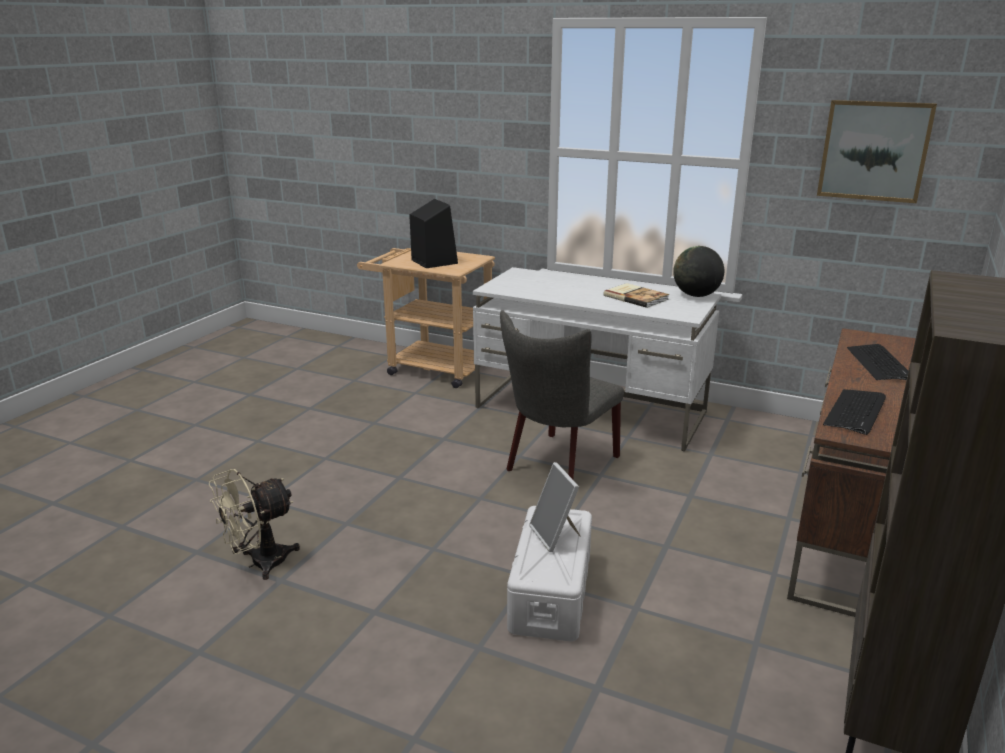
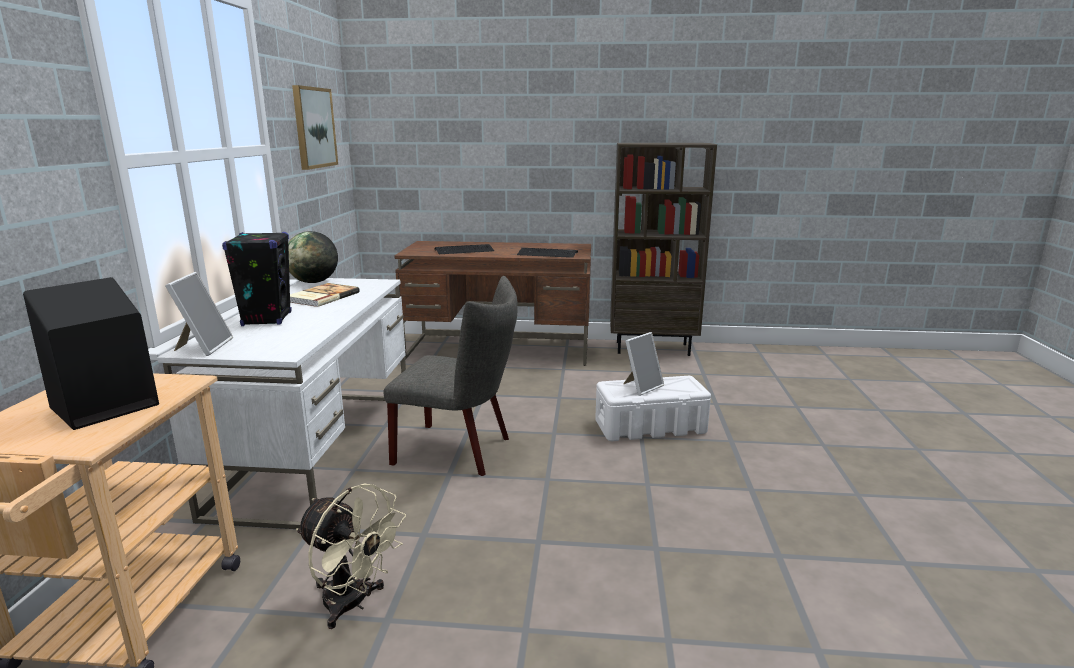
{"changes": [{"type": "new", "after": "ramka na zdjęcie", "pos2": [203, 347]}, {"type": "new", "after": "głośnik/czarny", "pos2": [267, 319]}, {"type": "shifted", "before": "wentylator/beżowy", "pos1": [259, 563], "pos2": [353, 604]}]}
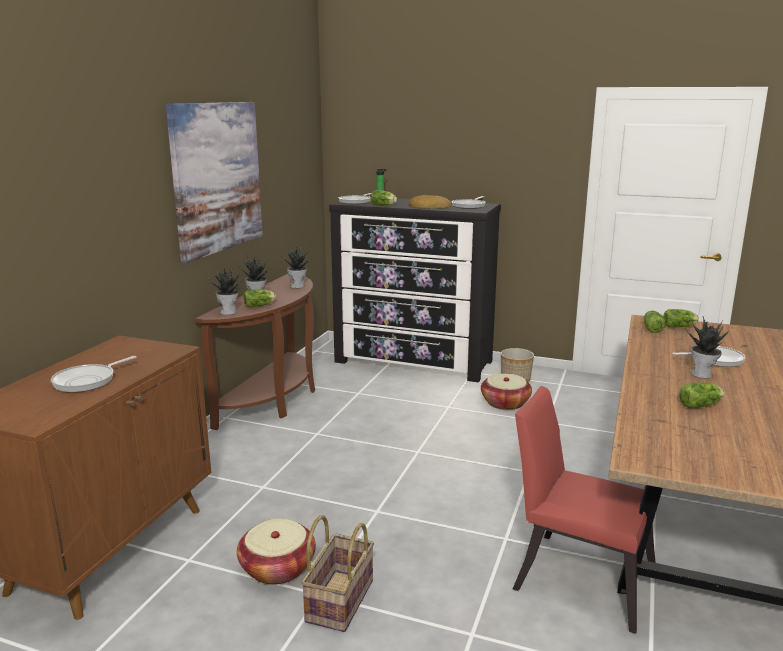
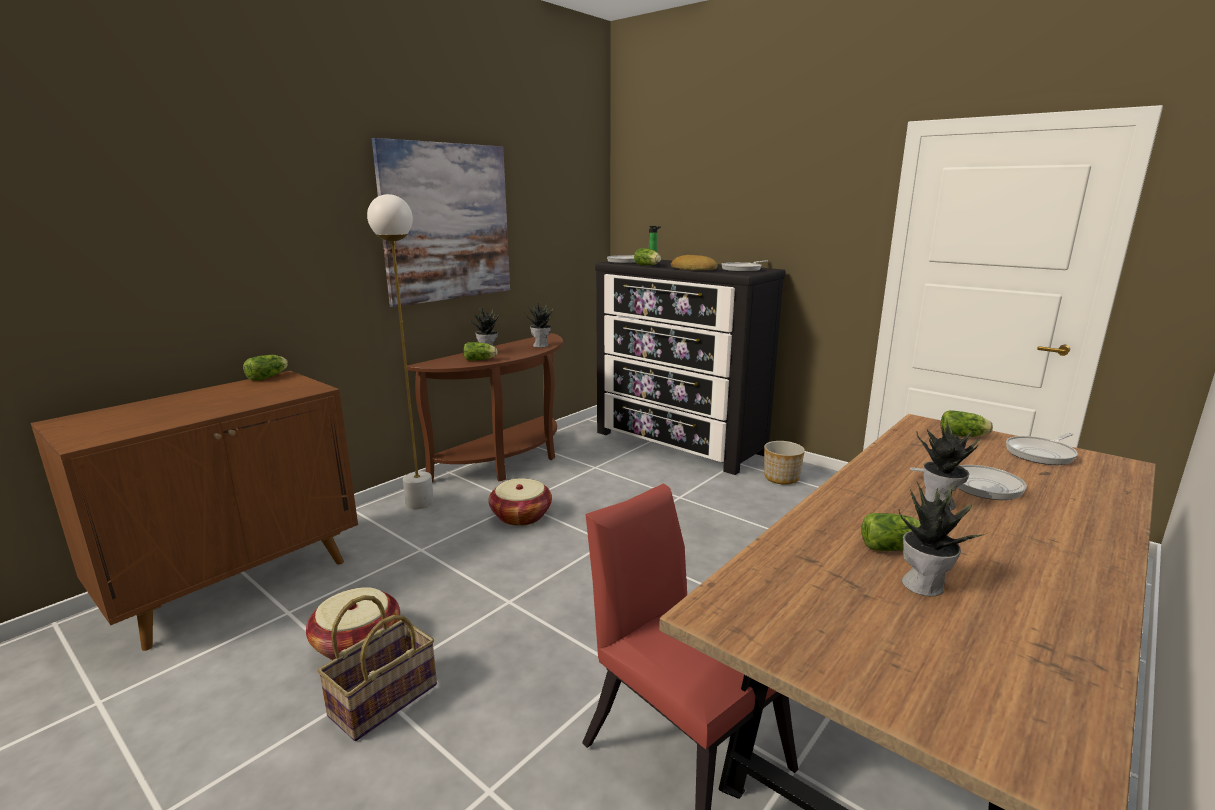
{"changes": [{"type": "new", "after": "lampa stojąca/biały", "pos2": [420, 503]}, {"type": "shifted", "before": "patelnia", "pos1": [88, 381], "pos2": [1042, 454]}, {"type": "shifted", "before": "roślina doniczkowa", "pos1": [229, 312], "pos2": [924, 585]}, {"type": "shifted", "before": "koszyk", "pos1": [505, 403], "pos2": [521, 516]}, {"type": "shifted", "before": "sałata", "pos1": [652, 328], "pos2": [269, 377]}]}
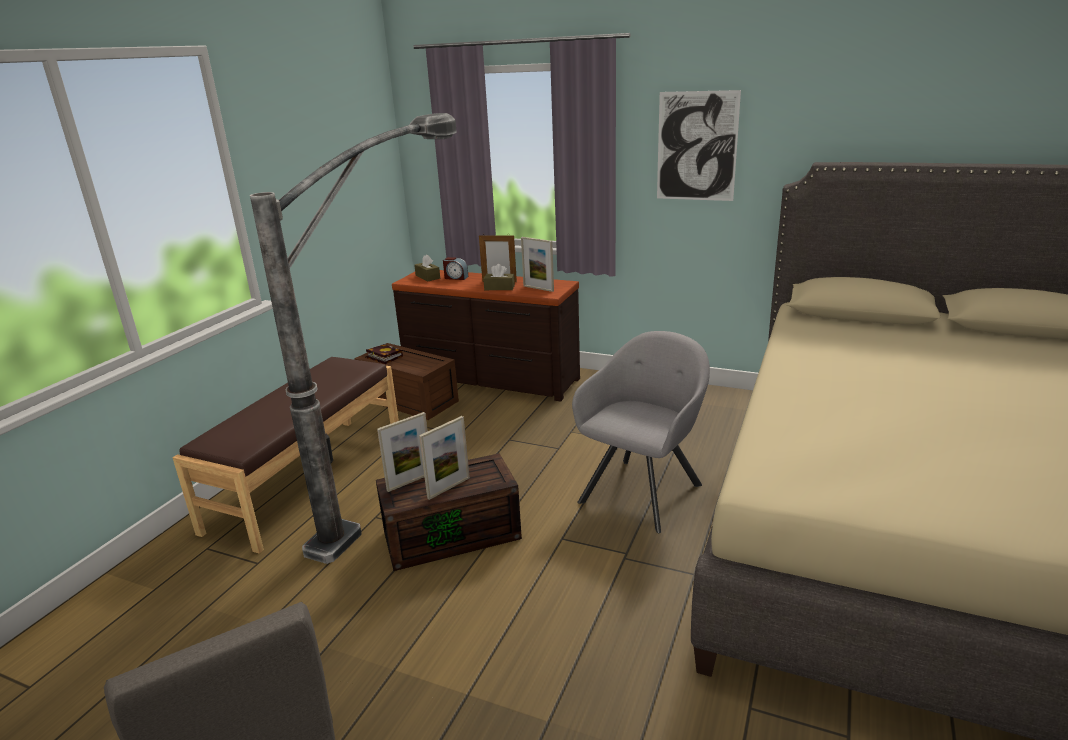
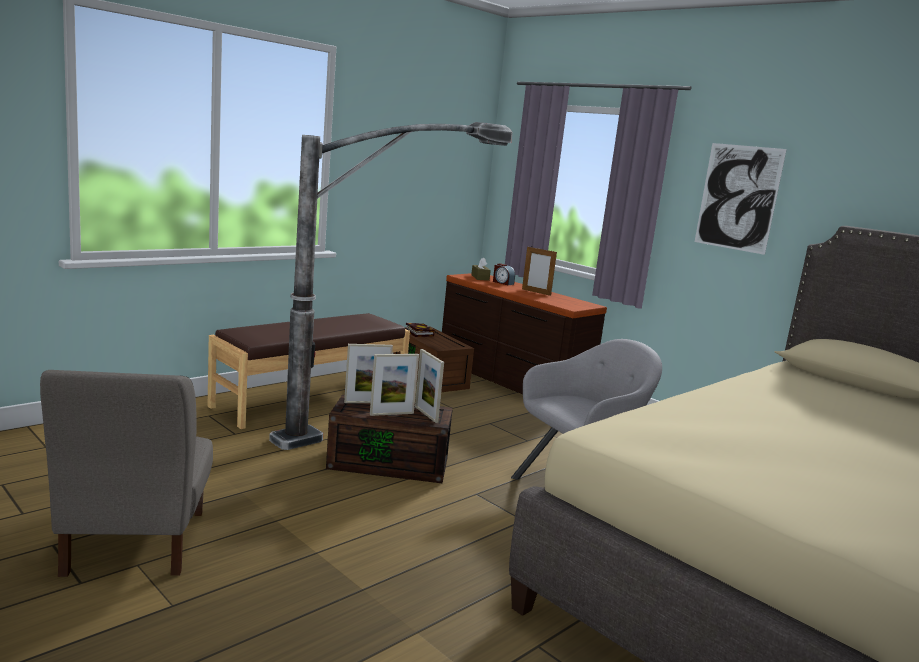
{"changes": [{"type": "gone", "before": "pudełko chusteczek/brązowy", "pos1": [499, 288]}, {"type": "shifted", "before": "ramka na zdjęcie", "pos1": [538, 288], "pos2": [426, 414]}]}
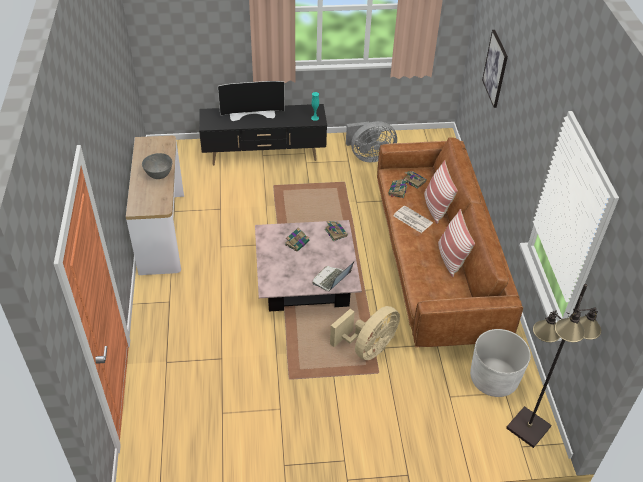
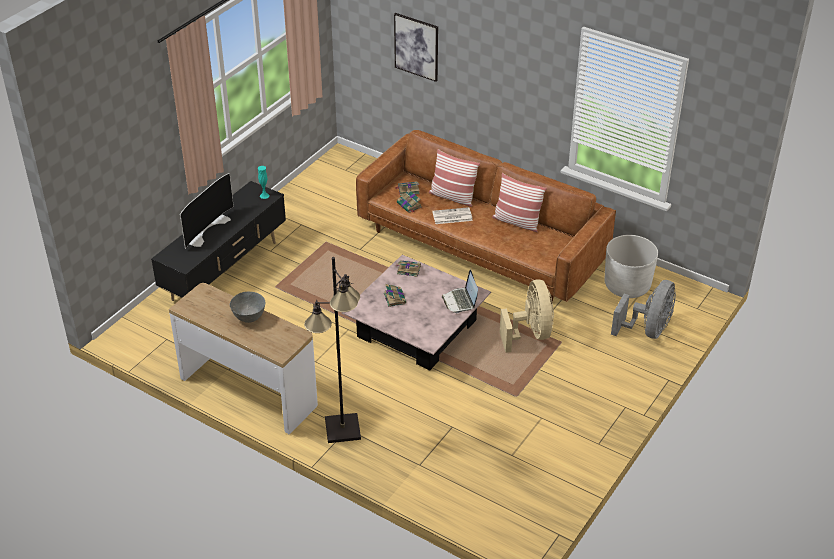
{"changes": [{"type": "shifted", "before": "wentylator/szary", "pos1": [369, 156], "pos2": [648, 330]}, {"type": "shifted", "before": "lampa stojąca/czarny", "pos1": [527, 427], "pos2": [342, 429]}]}
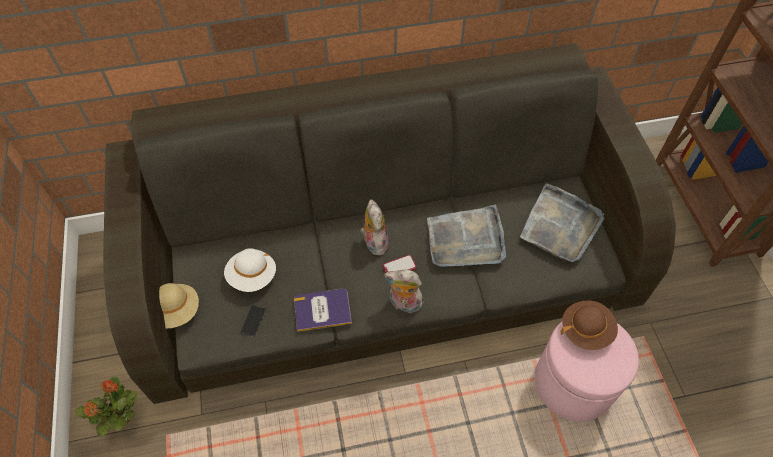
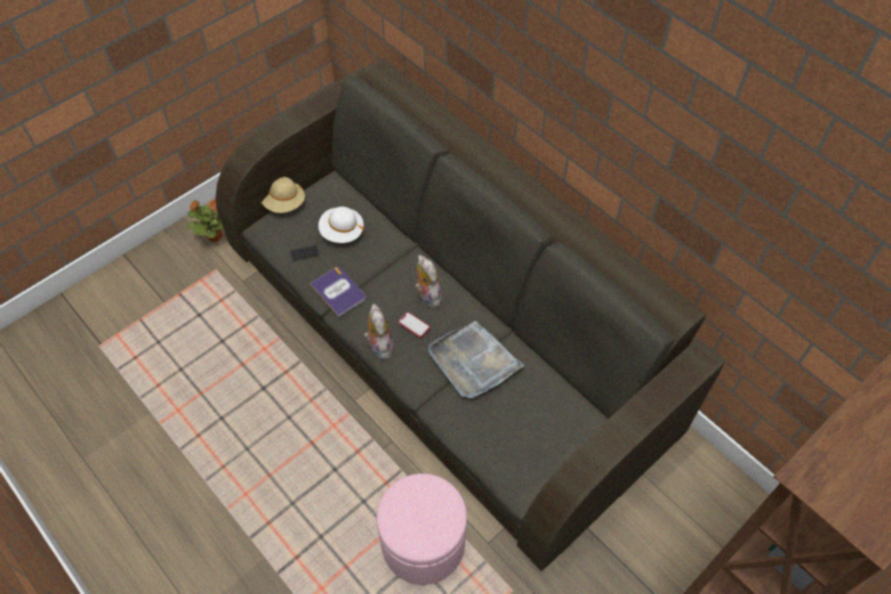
{"changes": [{"type": "gone", "before": "taca/szary", "pos1": [560, 226]}, {"type": "gone", "before": "kapelusz/brązowy", "pos1": [586, 330]}, {"type": "rotated", "before": "pluszak", "pos1": [374, 242], "pos2": [427, 295], "turn": -75}]}
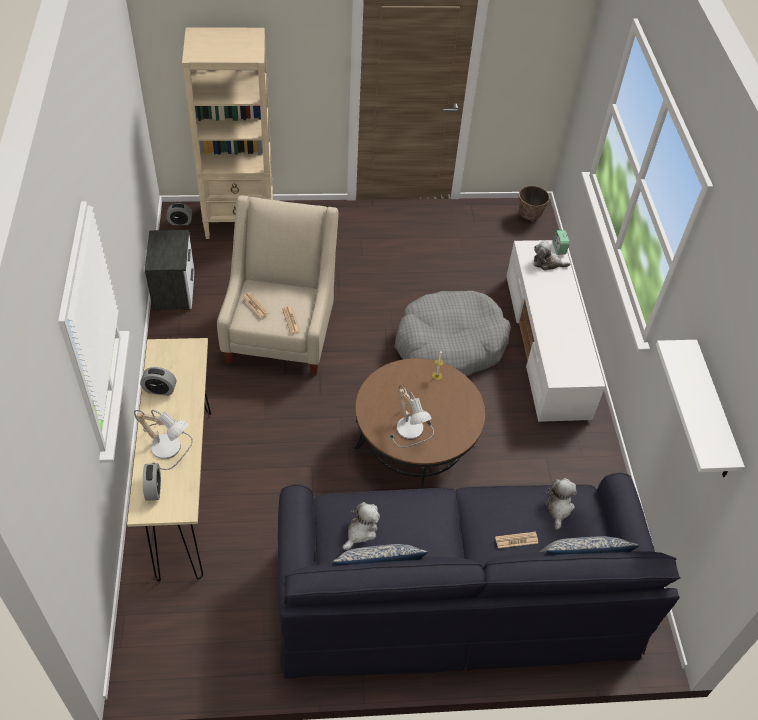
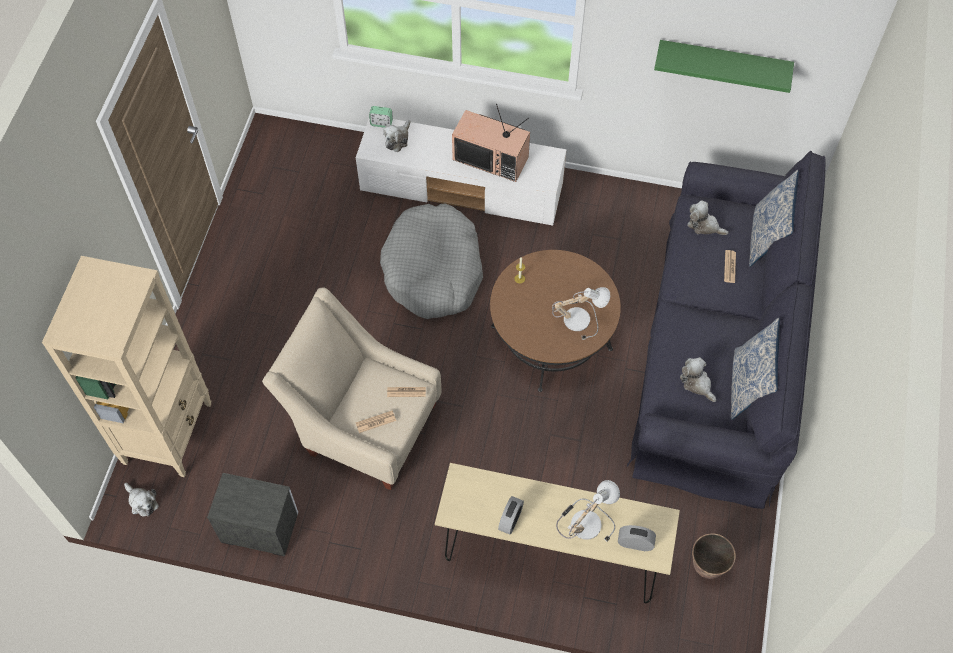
{"changes": [{"type": "new", "after": "telewizor", "pos2": [492, 158]}, {"type": "shifted", "before": "donica", "pos1": [529, 217], "pos2": [707, 566]}, {"type": "swapped", "before": "budzik", "after": "pluszak", "pos1": [180, 222], "pos2": [142, 502]}, {"type": "repainted", "before": "półka/biały", "after": "półka/zielony", "pos1": [712, 412], "pos2": [723, 62]}]}
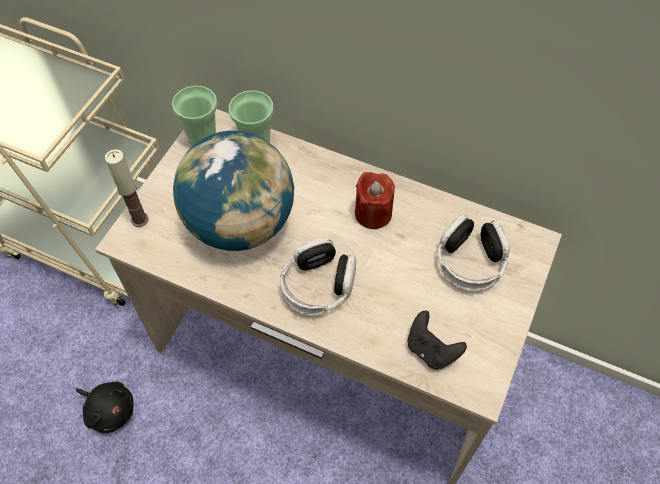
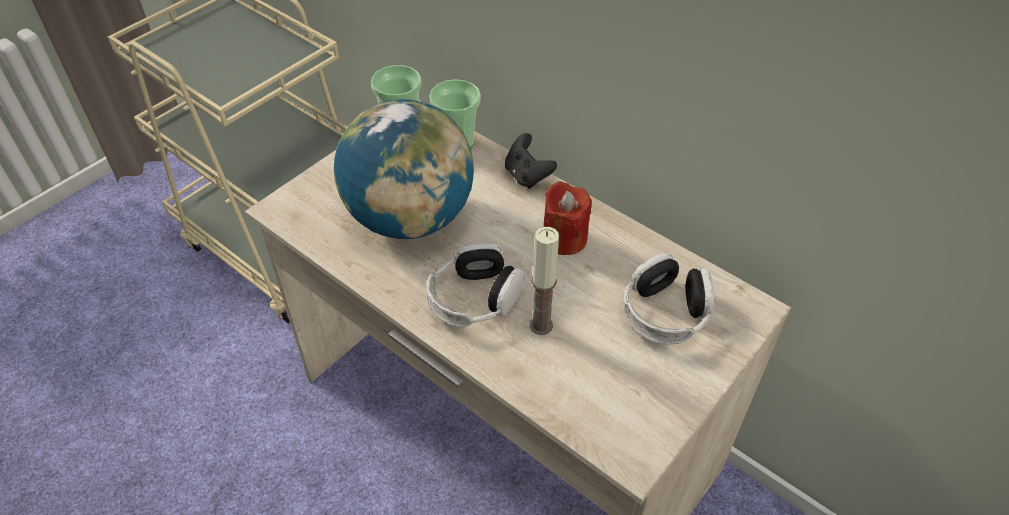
{"changes": [{"type": "gone", "before": "pluszak/czarny", "pos1": [109, 410]}, {"type": "shifted", "before": "świeca", "pos1": [139, 219], "pos2": [541, 325]}, {"type": "shifted", "before": "pad do gier/czarny", "pos1": [431, 350], "pos2": [527, 176]}]}
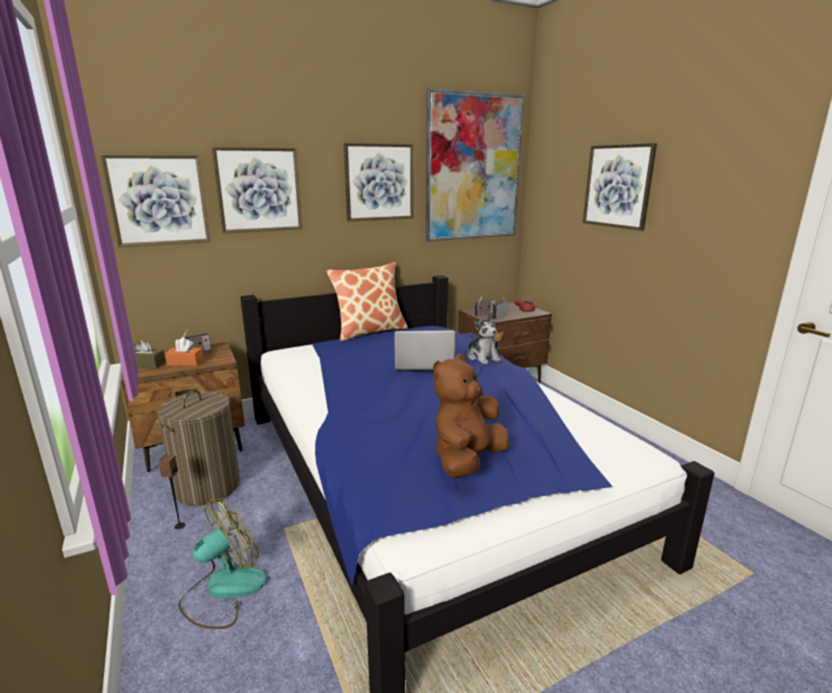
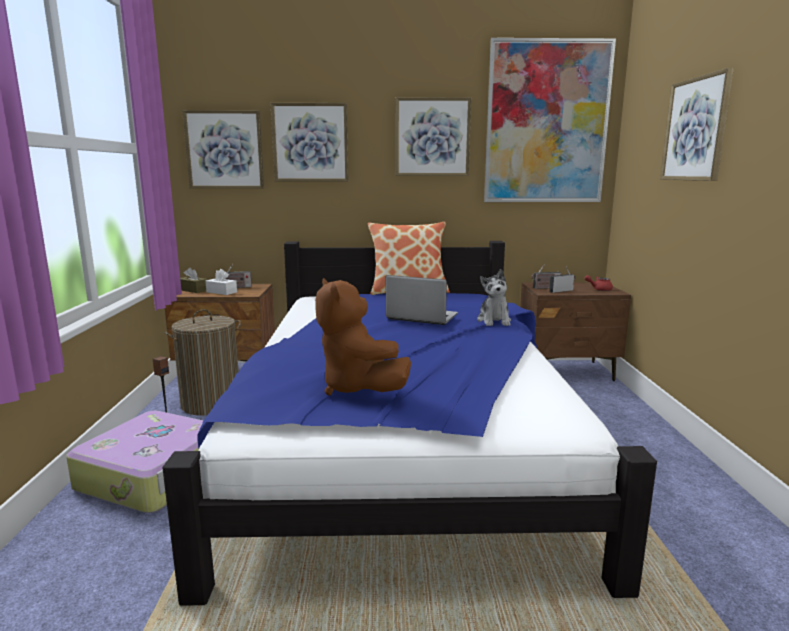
{"changes": [{"type": "swapped", "before": "wentylator", "after": "walizka", "pos1": [223, 590], "pos2": [156, 475]}, {"type": "repainted", "before": "pudełko chusteczek/pomarańczowy", "after": "pudełko chusteczek/biały", "pos1": [185, 362], "pos2": [221, 292]}, {"type": "rotated", "before": "pluszak/brązowy", "pos1": [467, 460], "pos2": [358, 388], "turn": -90}]}
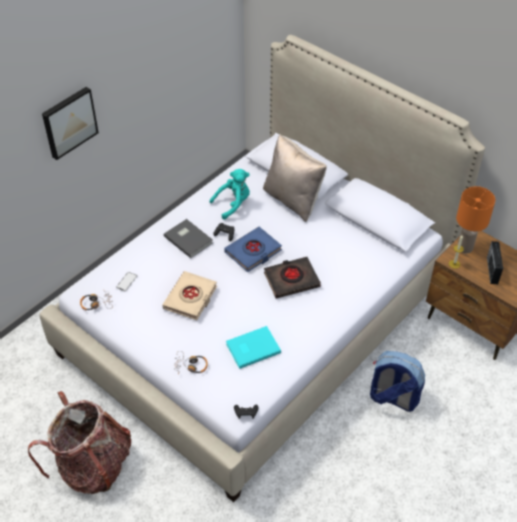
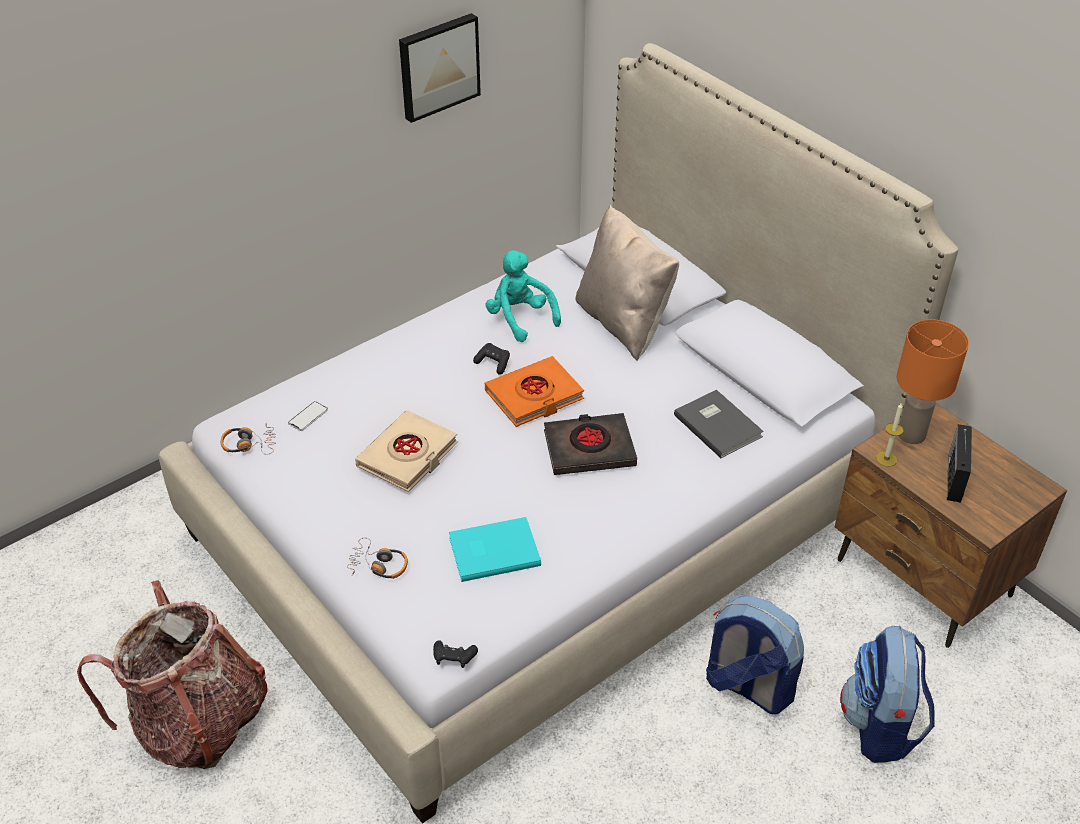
{"changes": [{"type": "new", "after": "plecak", "pos2": [880, 726]}, {"type": "shifted", "before": "obraz", "pos1": [69, 122], "pos2": [438, 66]}, {"type": "shifted", "before": "książka/szary", "pos1": [189, 238], "pos2": [718, 424]}, {"type": "repainted", "before": "książka/niebieski", "after": "książka/pomarańczowy", "pos1": [253, 252], "pos2": [534, 396]}, {"type": "rotated", "before": "pluszak/turkusowy", "pos1": [233, 204], "pos2": [520, 318], "turn": -105}]}
